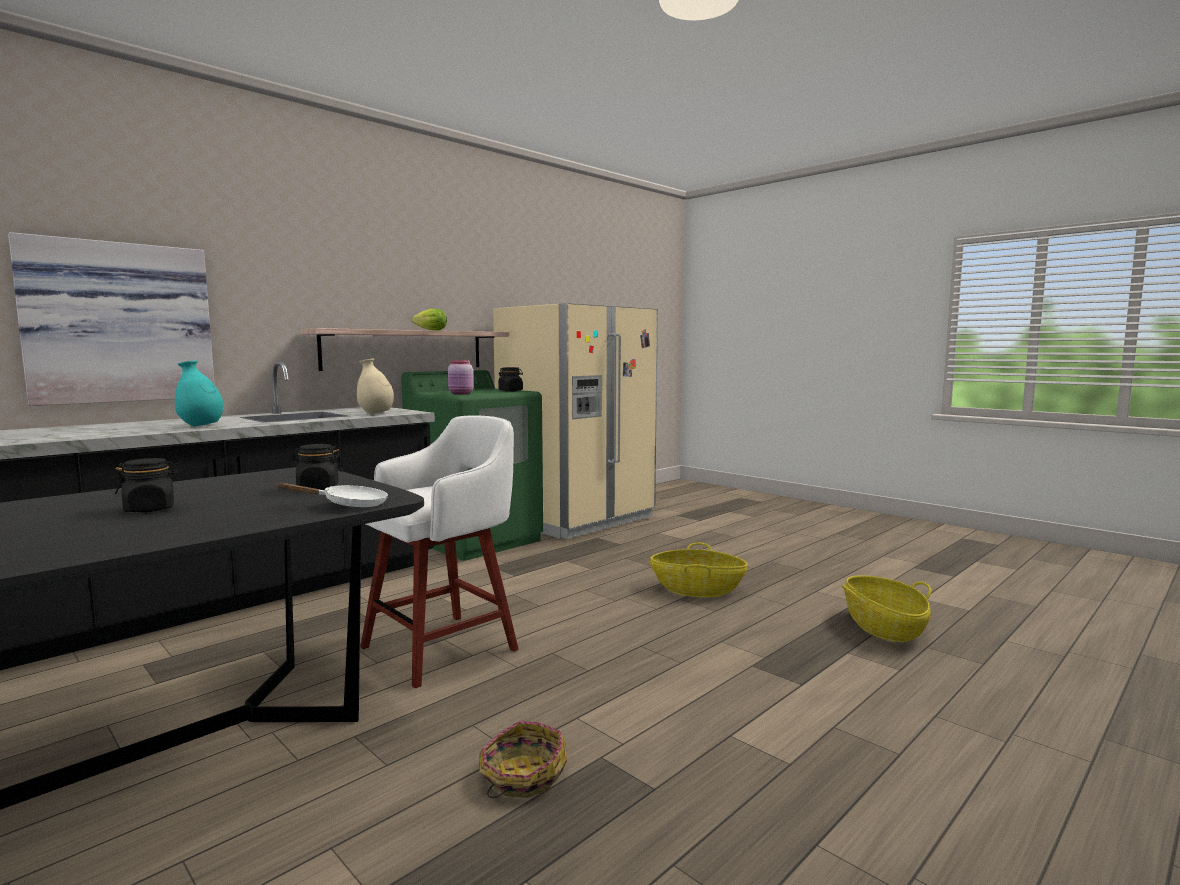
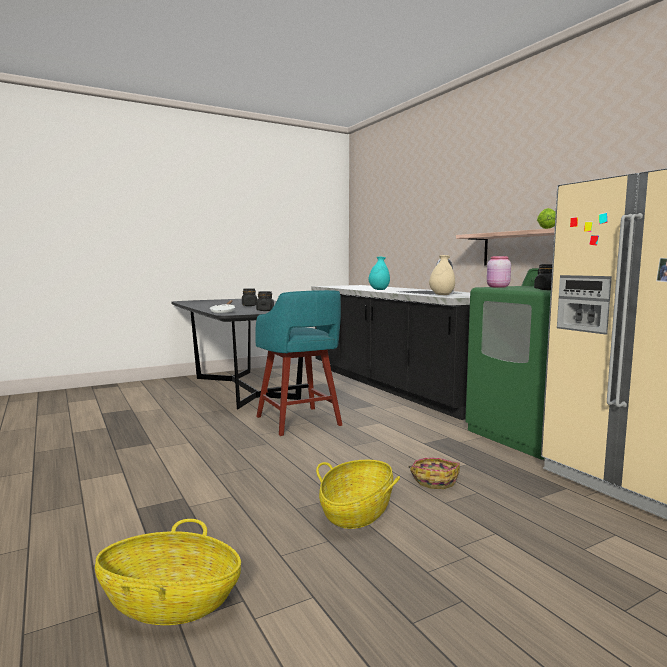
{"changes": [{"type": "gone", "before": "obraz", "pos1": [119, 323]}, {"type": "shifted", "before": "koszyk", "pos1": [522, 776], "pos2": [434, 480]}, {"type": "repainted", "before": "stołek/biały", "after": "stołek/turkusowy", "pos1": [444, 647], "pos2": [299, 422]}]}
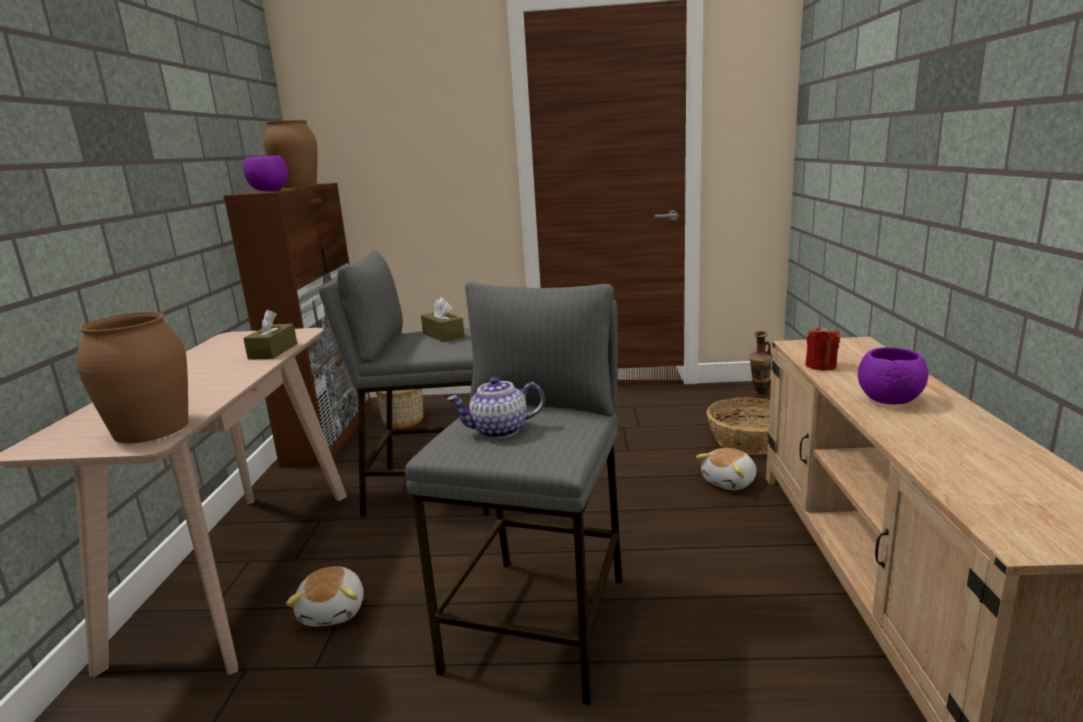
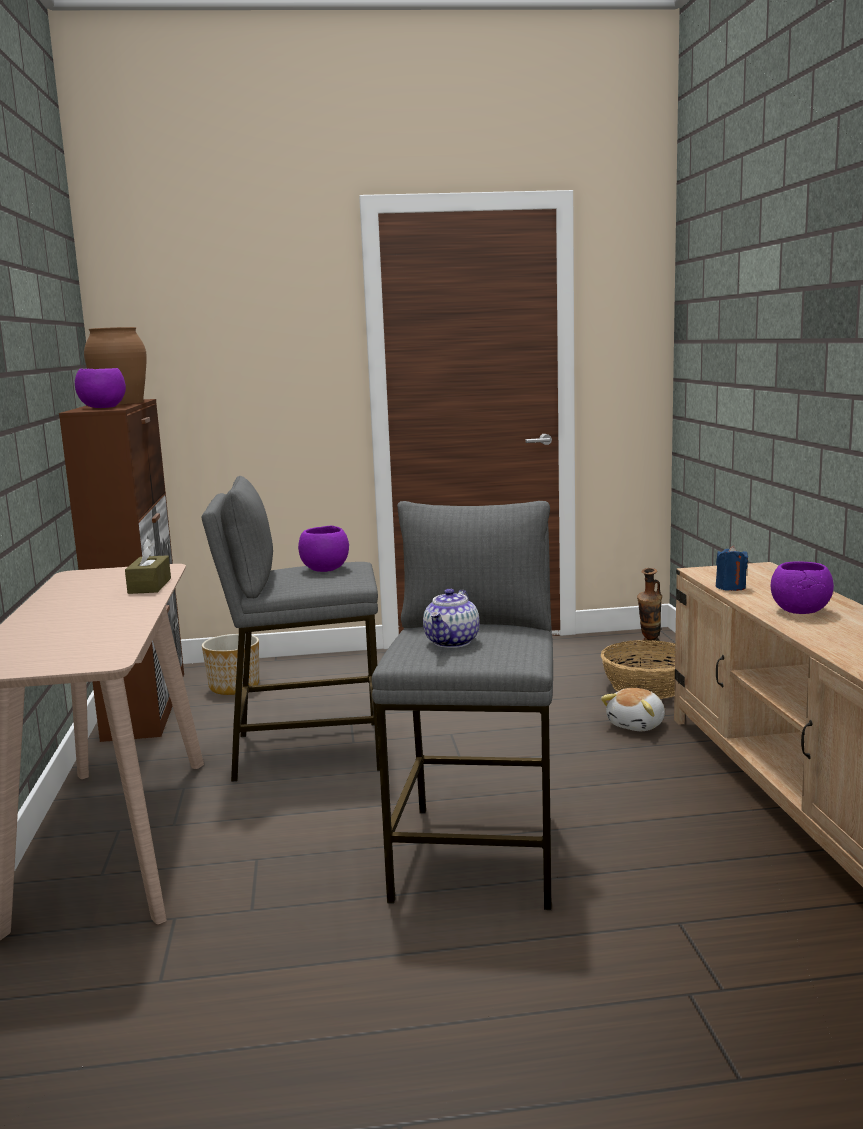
{"changes": [{"type": "gone", "before": "wazon/brązowy", "pos1": [150, 429]}, {"type": "gone", "before": "pluszak", "pos1": [334, 611]}, {"type": "swapped", "before": "pudełko chusteczek/brązowy", "after": "miska/fioletowy", "pos1": [443, 335], "pos2": [324, 569]}, {"type": "repainted", "before": "świeca/czerwony", "after": "świeca/niebieski", "pos1": [820, 366], "pos2": [730, 587]}, {"type": "rotated", "before": "imbryk", "pos1": [499, 431], "pos2": [452, 642], "turn": -45}]}
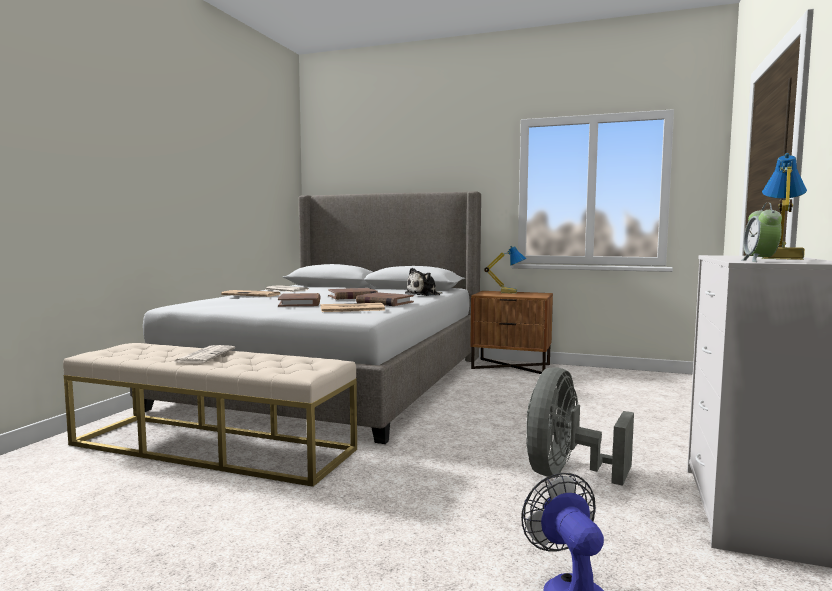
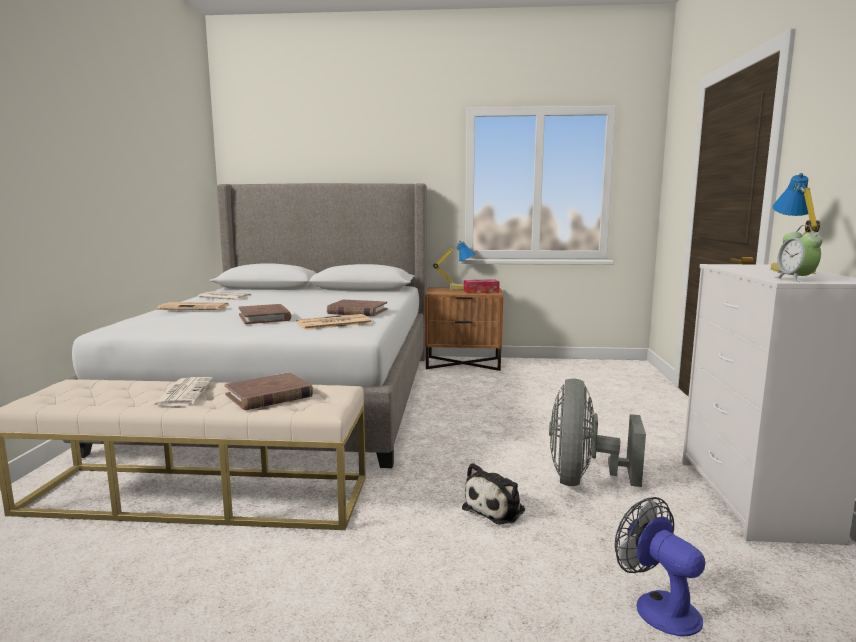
{"changes": [{"type": "new", "after": "pudełko chusteczek", "pos2": [481, 291]}, {"type": "shifted", "before": "książka/brązowy", "pos1": [352, 297], "pos2": [269, 395]}, {"type": "shifted", "before": "pluszak", "pos1": [424, 294], "pos2": [496, 508]}]}
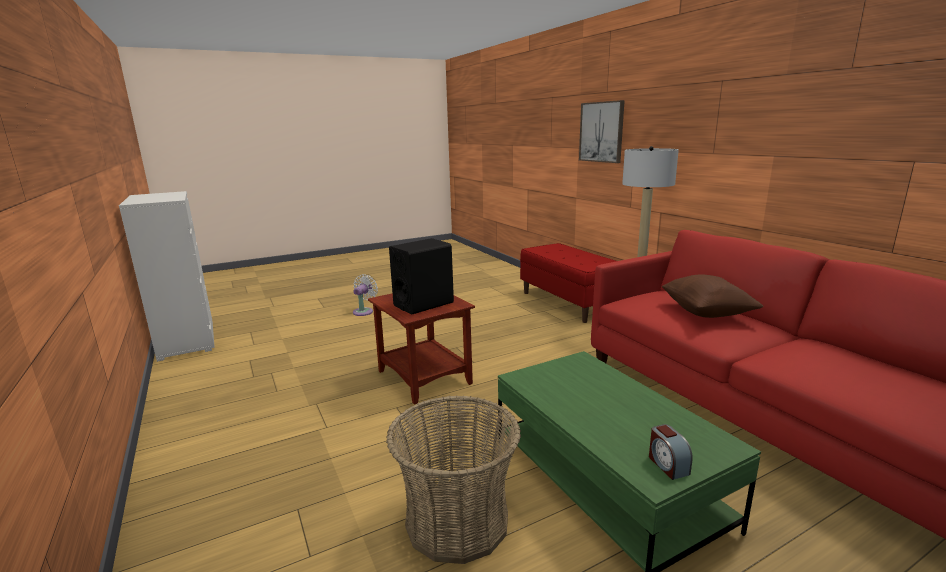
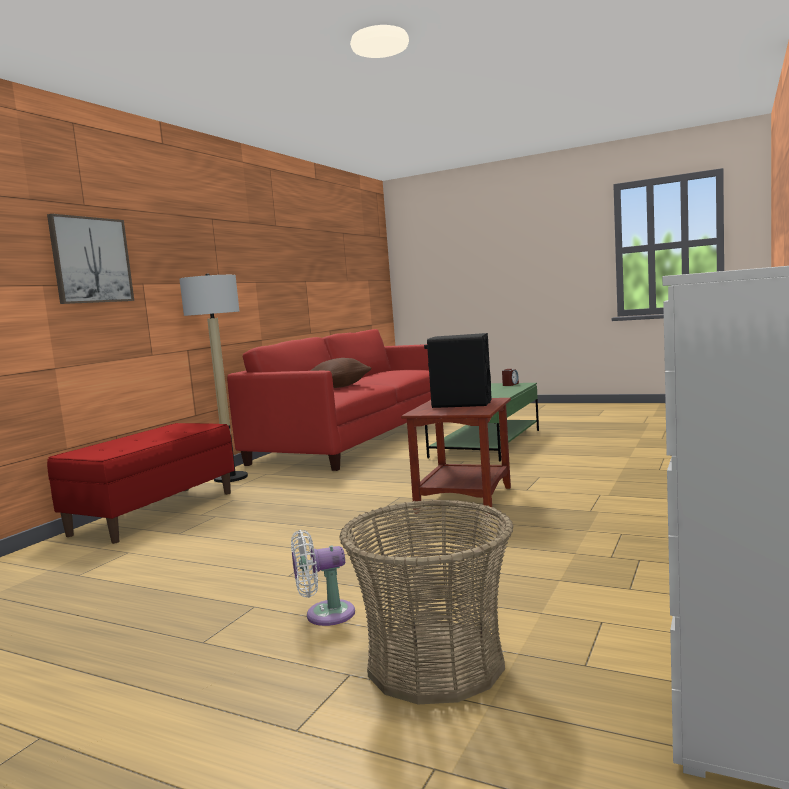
{"changes": [{"type": "shifted", "before": "koszyk", "pos1": [457, 521], "pos2": [435, 662]}]}
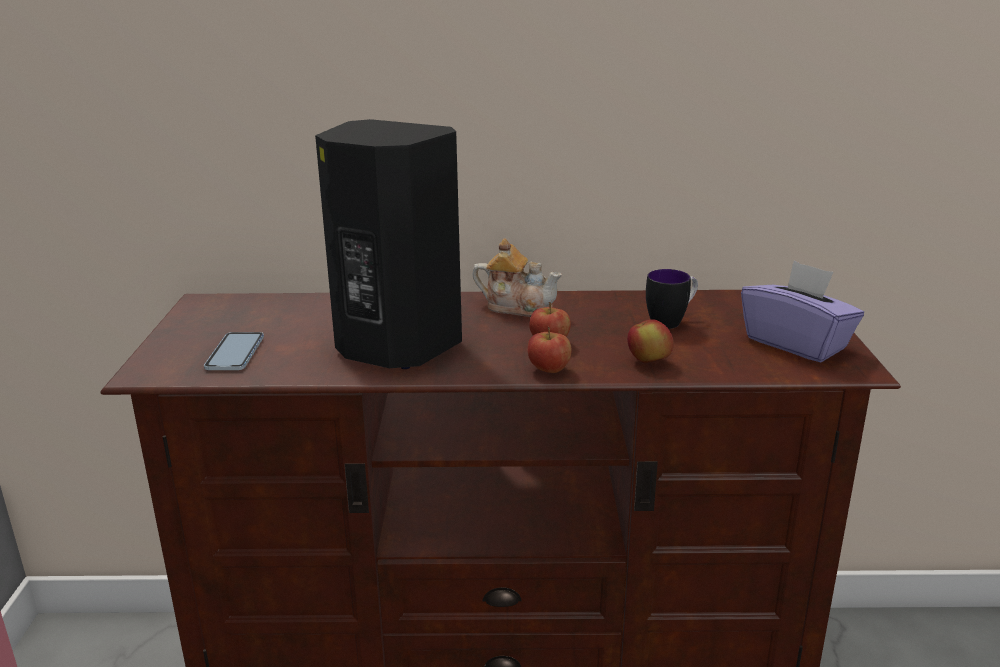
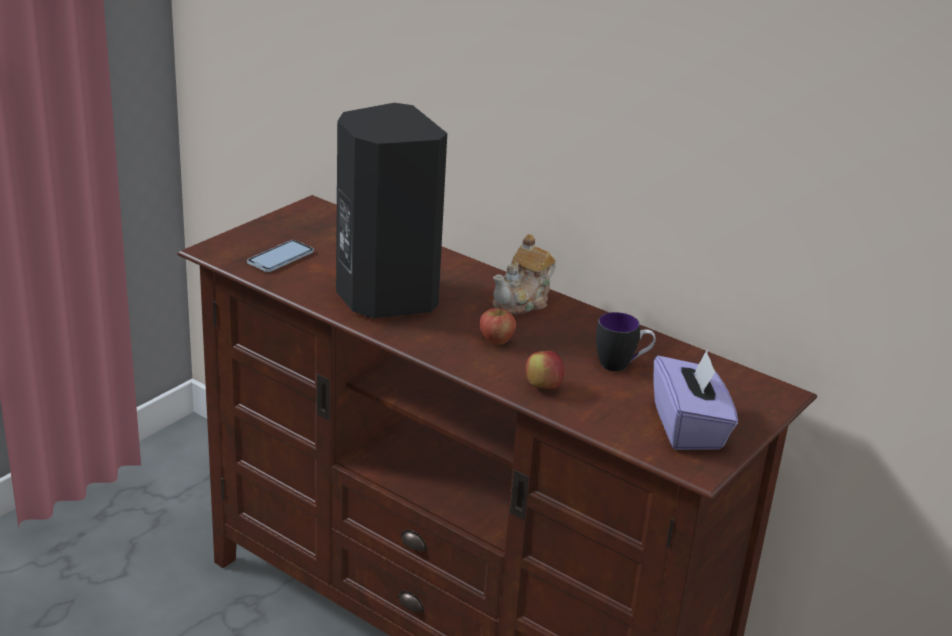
{"changes": [{"type": "gone", "before": "jabłko", "pos1": [549, 369]}, {"type": "rotated", "before": "imbryk", "pos1": [518, 307], "pos2": [523, 301], "turn": 75}]}
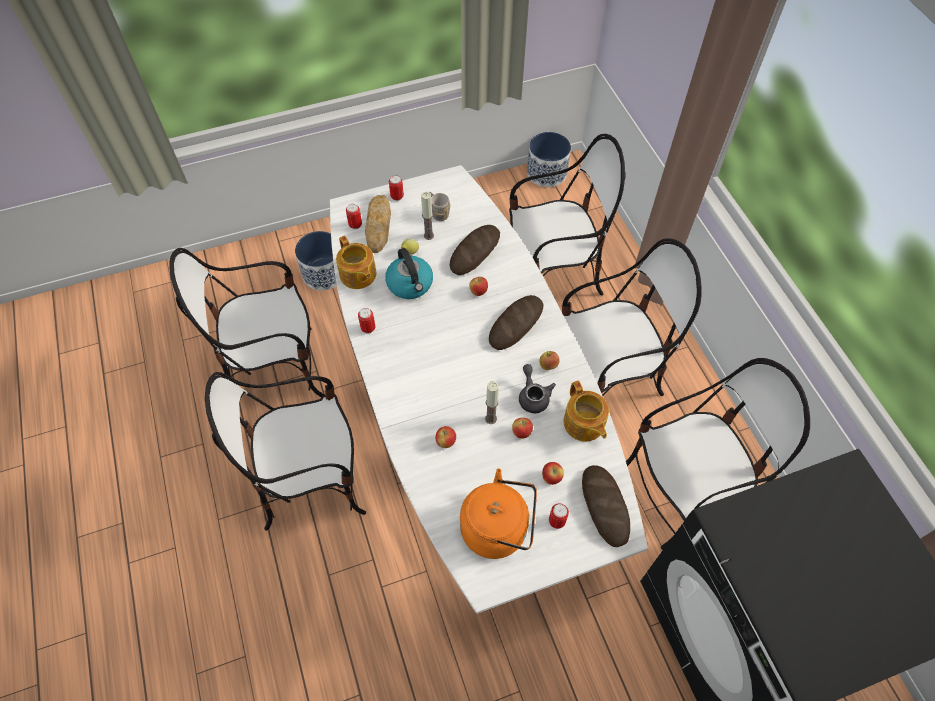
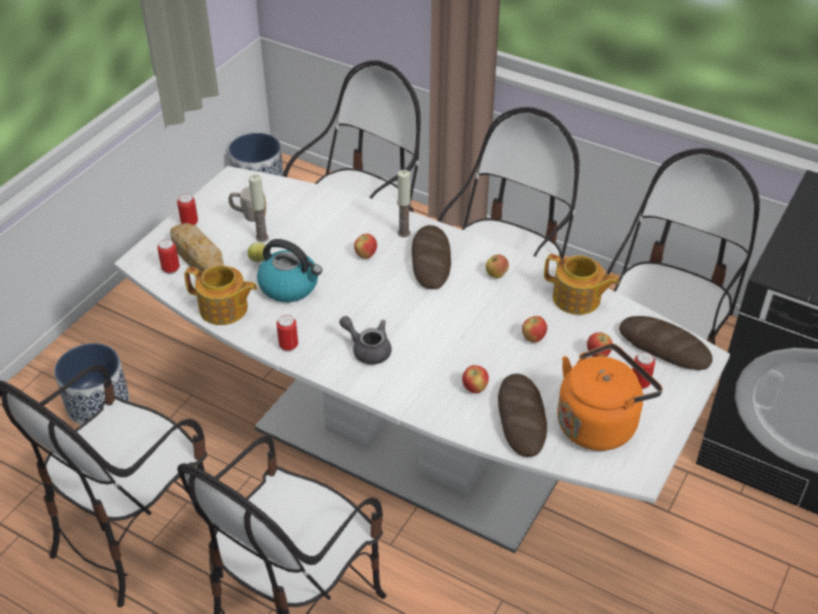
{"changes": [{"type": "shifted", "before": "chleb", "pos1": [475, 252], "pos2": [521, 418]}, {"type": "shifted", "before": "świeca", "pos1": [490, 418], "pos2": [404, 233]}, {"type": "shifted", "before": "imbryk/szary", "pos1": [533, 396], "pos2": [368, 349]}]}
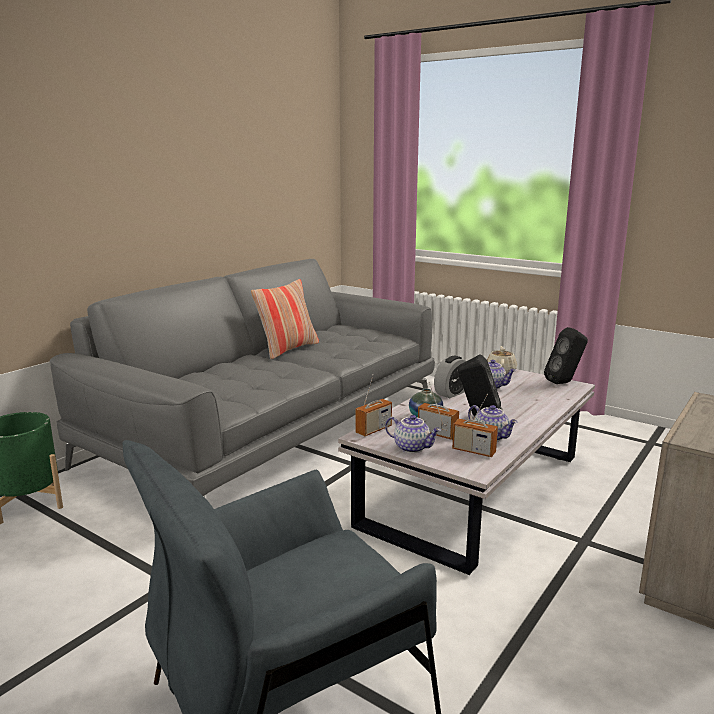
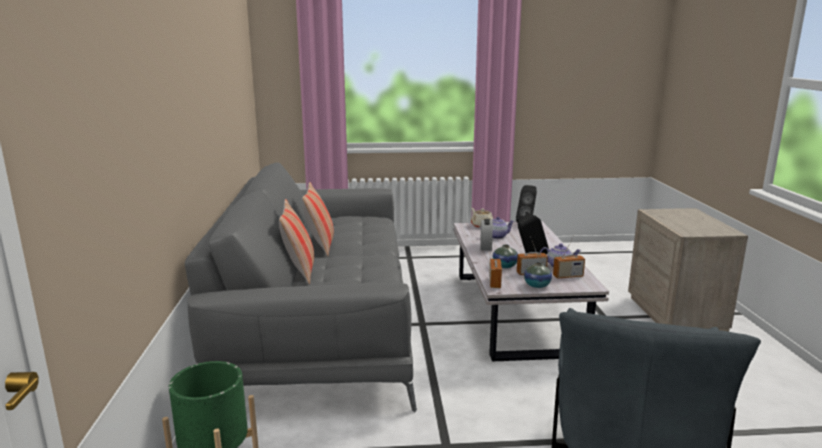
{"changes": [{"type": "new", "after": "poduszka", "pos2": [299, 271]}, {"type": "swapped", "before": "imbryk", "after": "wazon", "pos1": [412, 447], "pos2": [537, 285]}]}
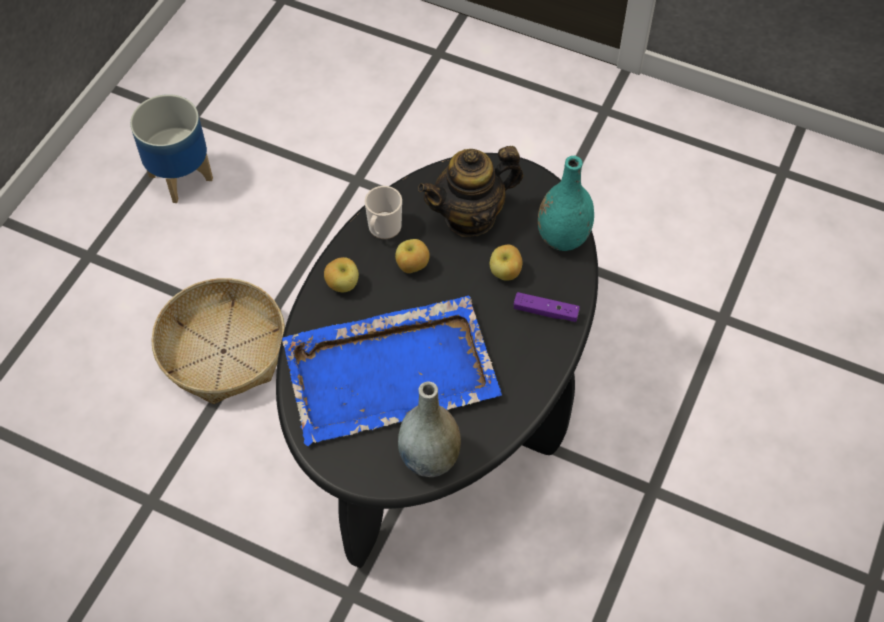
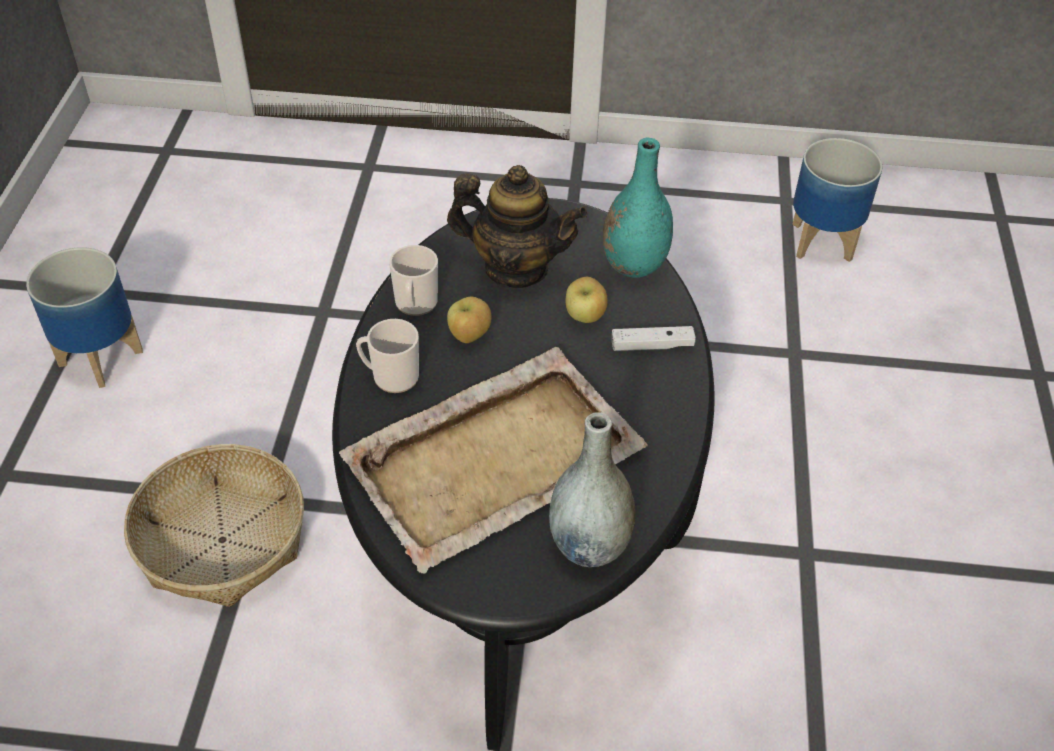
{"changes": [{"type": "new", "after": "donica", "pos2": [821, 241]}, {"type": "swapped", "before": "jabłko", "after": "kubek", "pos1": [343, 285], "pos2": [390, 376]}, {"type": "repainted", "before": "taca/niebieski", "after": "taca/beżowy", "pos1": [392, 372], "pos2": [497, 458]}, {"type": "repainted", "before": "pad do gier/fioletowy", "after": "pad do gier/biały", "pos1": [545, 312], "pos2": [652, 345]}, {"type": "rotated", "before": "imbryk", "pos1": [470, 216], "pos2": [516, 268], "turn": -120}]}
